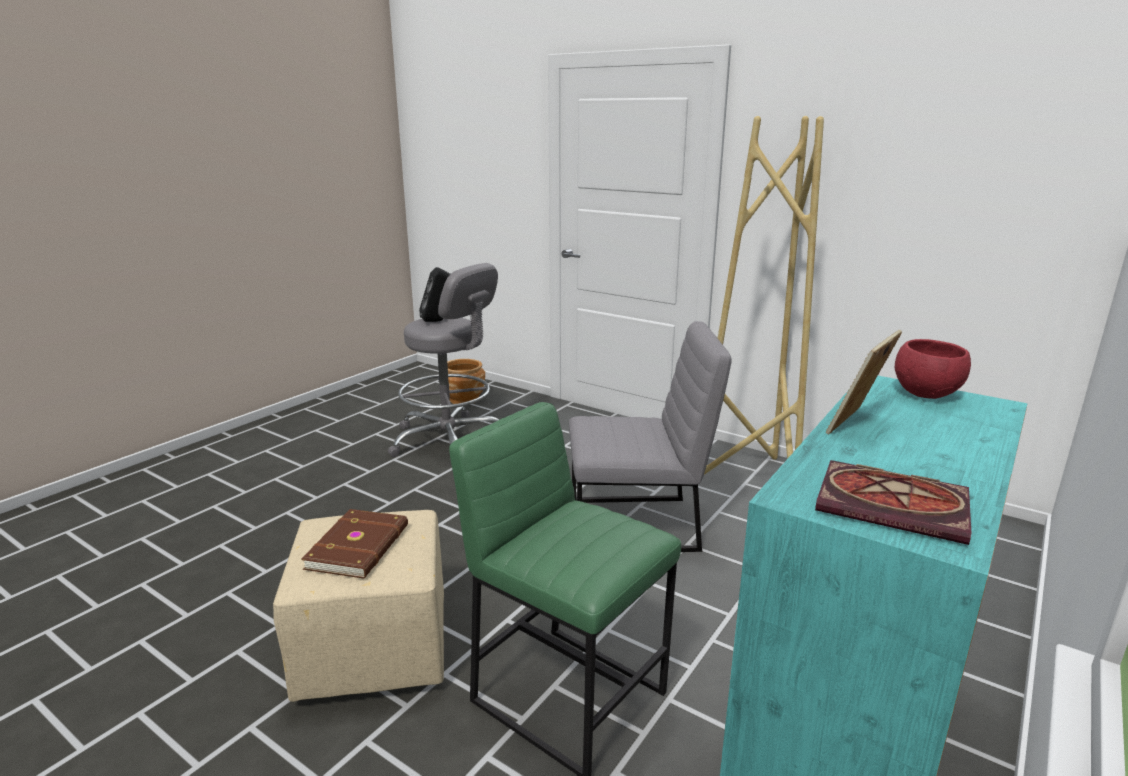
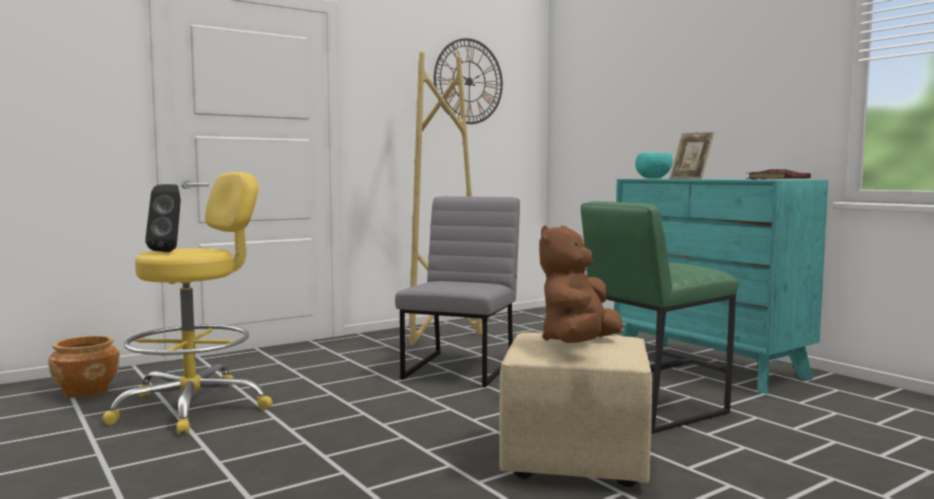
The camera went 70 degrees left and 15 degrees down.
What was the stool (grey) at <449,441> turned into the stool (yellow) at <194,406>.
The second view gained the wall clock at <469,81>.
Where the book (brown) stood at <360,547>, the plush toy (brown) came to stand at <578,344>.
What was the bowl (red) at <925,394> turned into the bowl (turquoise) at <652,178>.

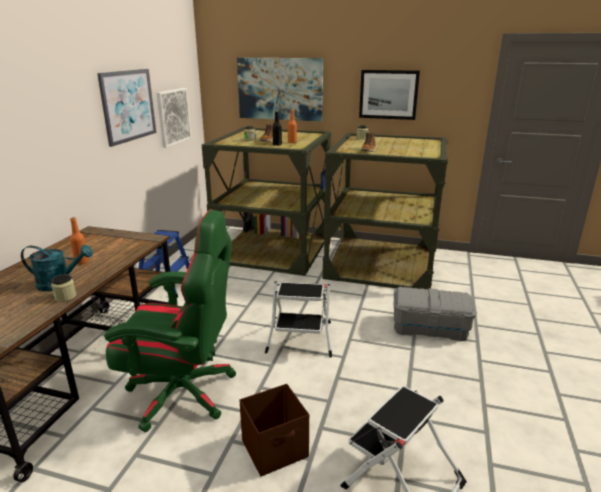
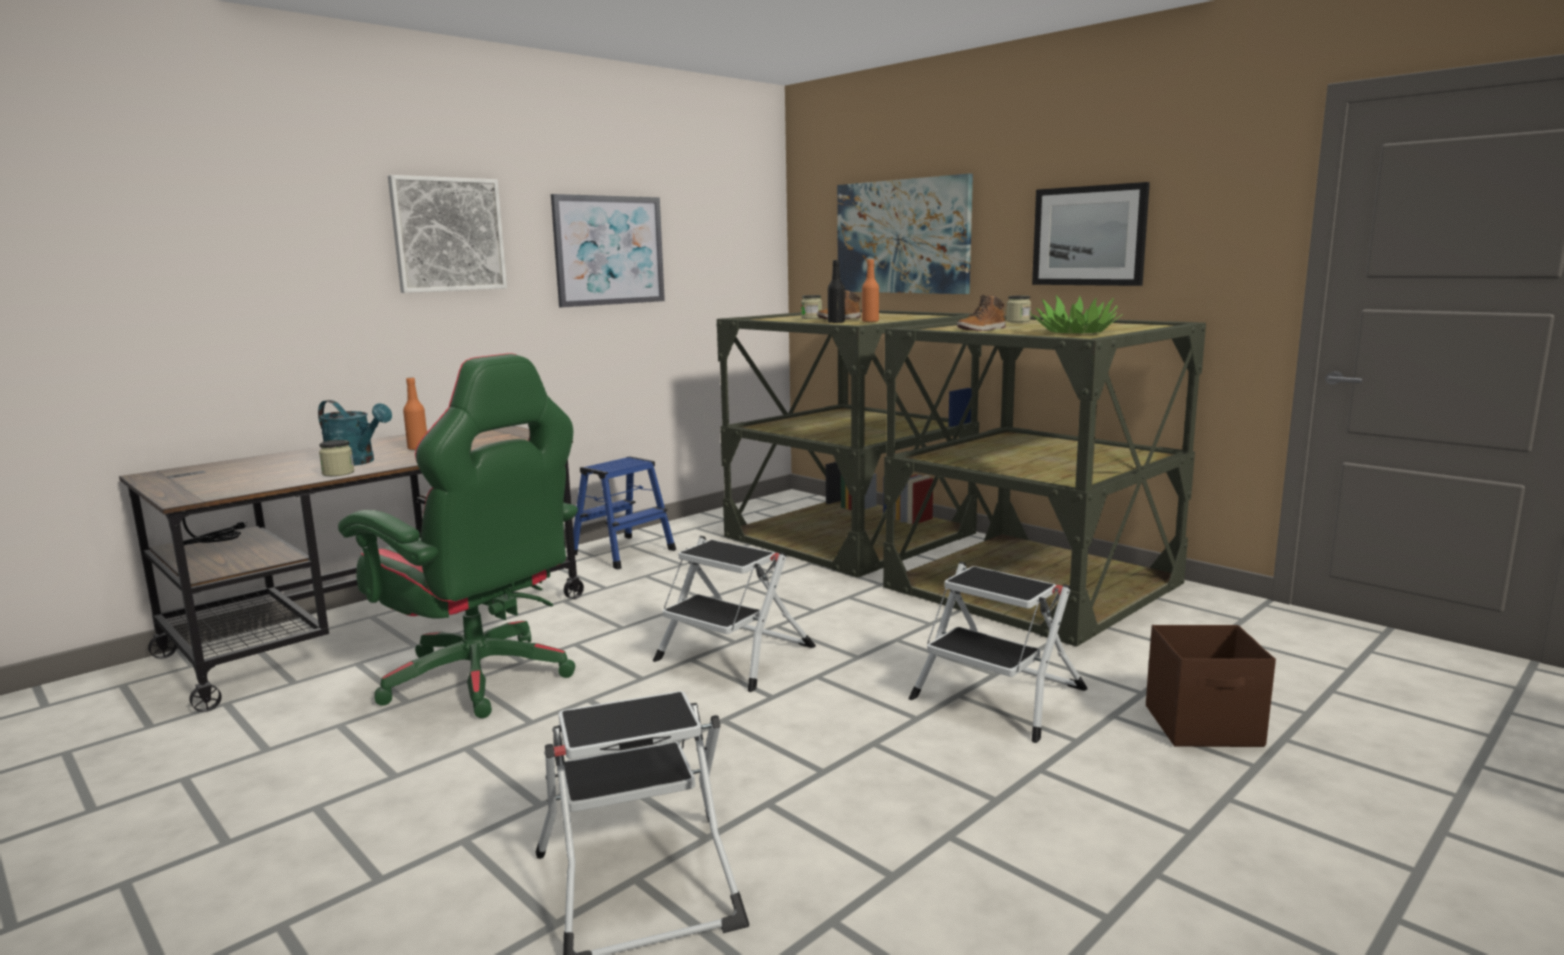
The camera went 30 degrees right and 10 degrees down.
The picture ended up elsewhere, having gone from <173,116> to <448,234>.
Where the storage box (grey) stood at <430,327>, the step ladder came to stand at <1000,696>.
The second view gained the potted plant at <1075,333>.
The storage box (brown) ended up elsewhere, having gone from <276,449> to <1204,727>.

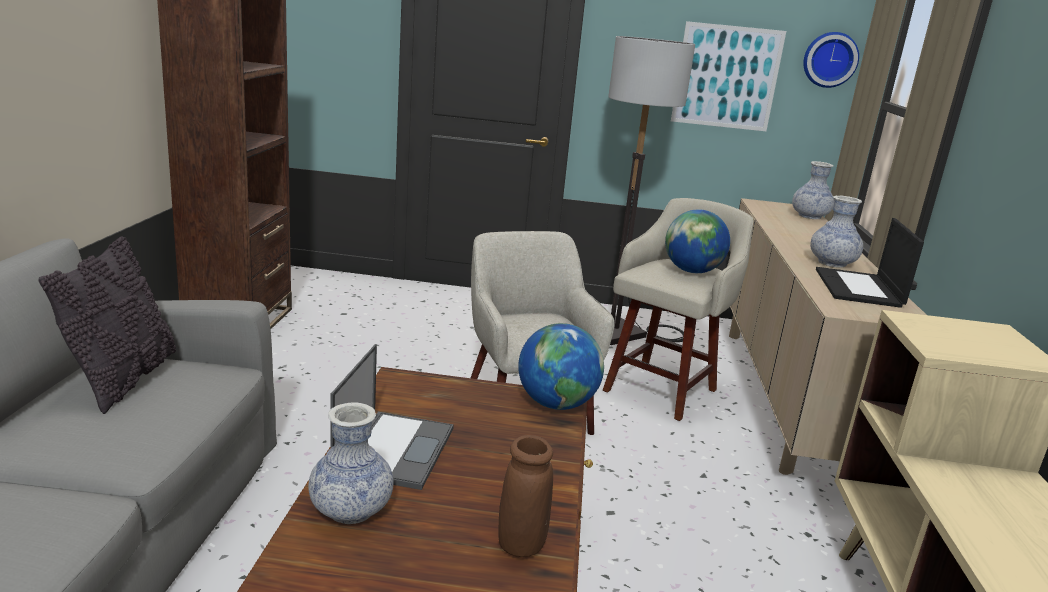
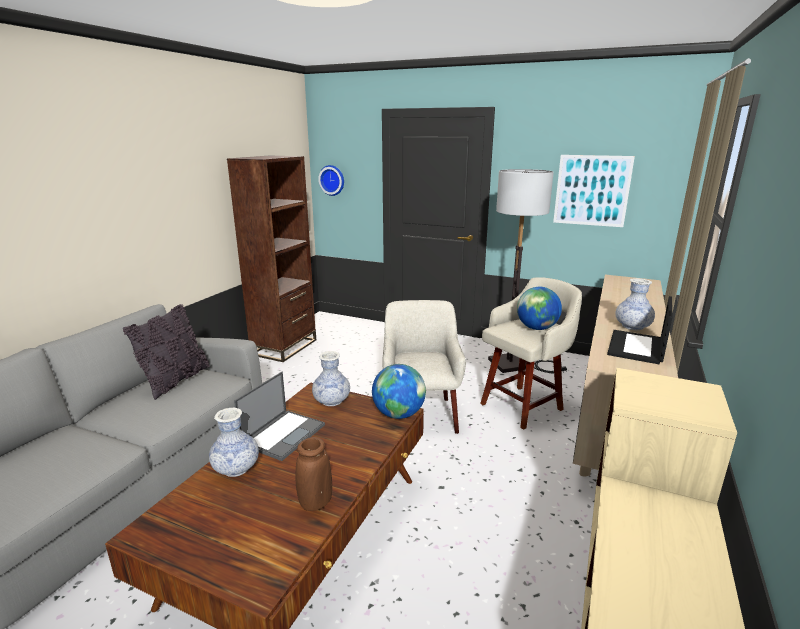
The camera went 20 degrees right and 0 degrees up.
The vase ended up elsewhere, having gone from <809,216> to <331,401>.
The wall clock ended up elsewhere, having gone from <829,59> to <332,180>.

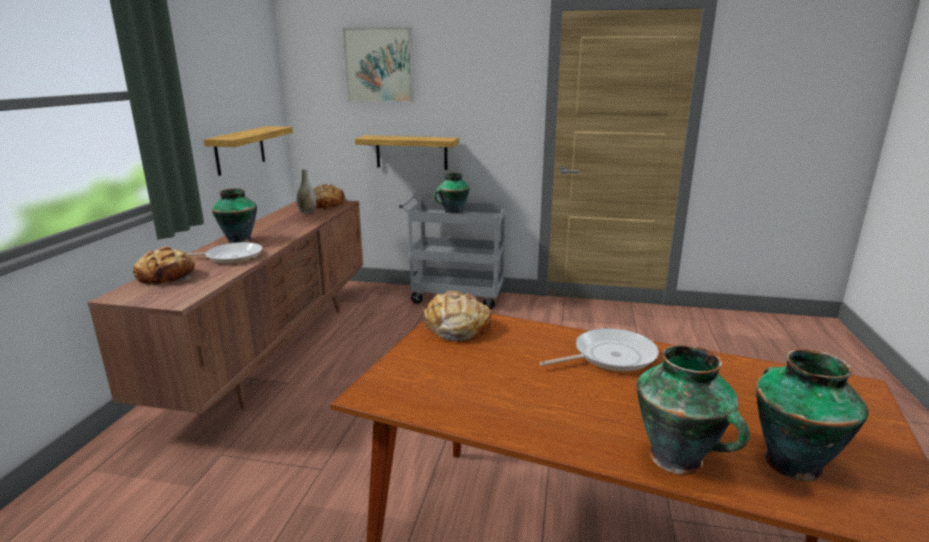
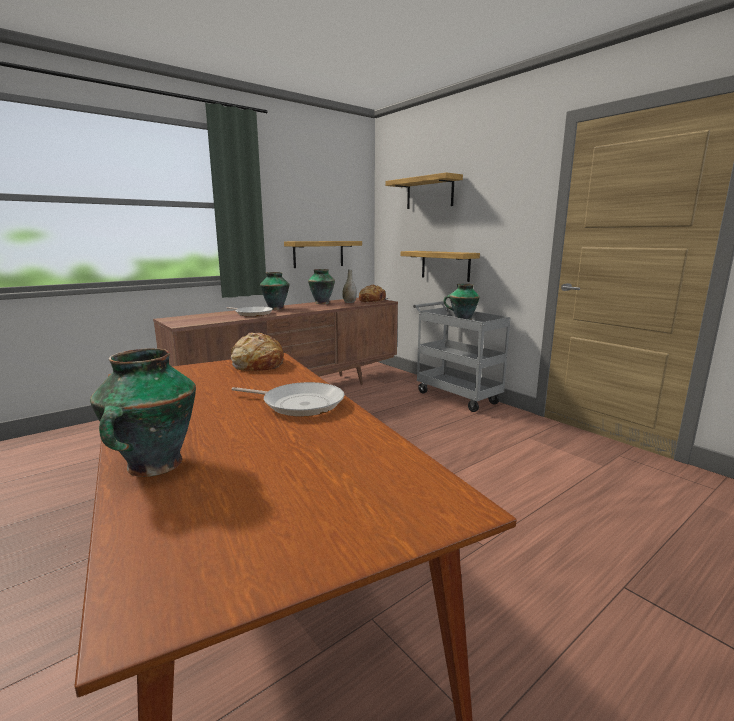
The camera went 40 degrees right and 5 degrees down.
The vase ended up elsewhere, having gone from <791,462> to <322,303>.
Where the picture hung at <379,65>, the shelf came to hang at <429,193>.
The second view lost the bread at <167,277>.

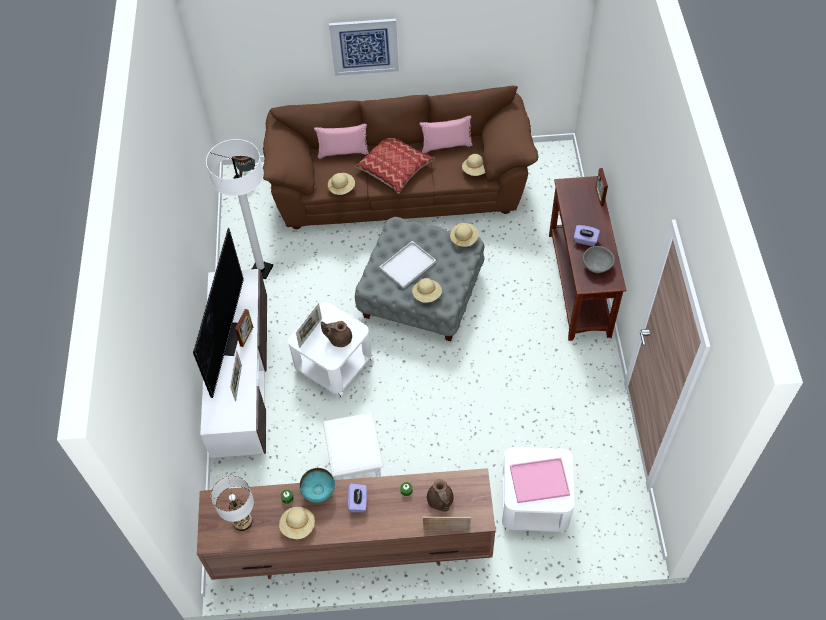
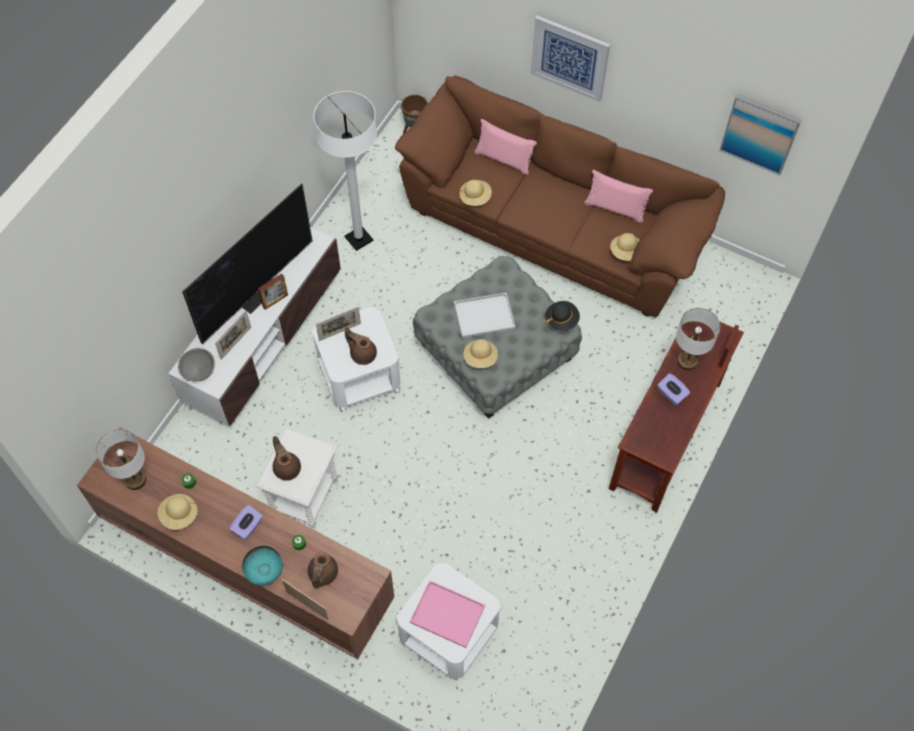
The camera went 30 degrees right and 5 degrees up.
The bowl (grey) ended up elsewhere, having gone from <597,265> to <198,370>.
The bowl (turquoise) ended up elsewhere, having gone from <319,492> to <264,572>.
The second view gained the teapot (brown) at <287,467>.
What was the hat (beige) at <464,239> turned into the hat (black) at <561,320>.
The second view gained the table lamp at <687,361>.
The second view gained the picture at <759,133>.
The second view lost the pillow at <394,168>.

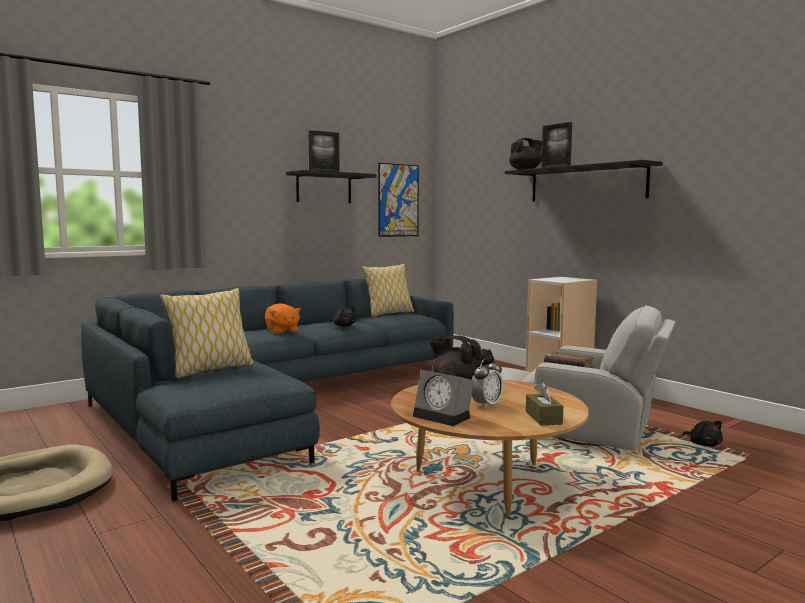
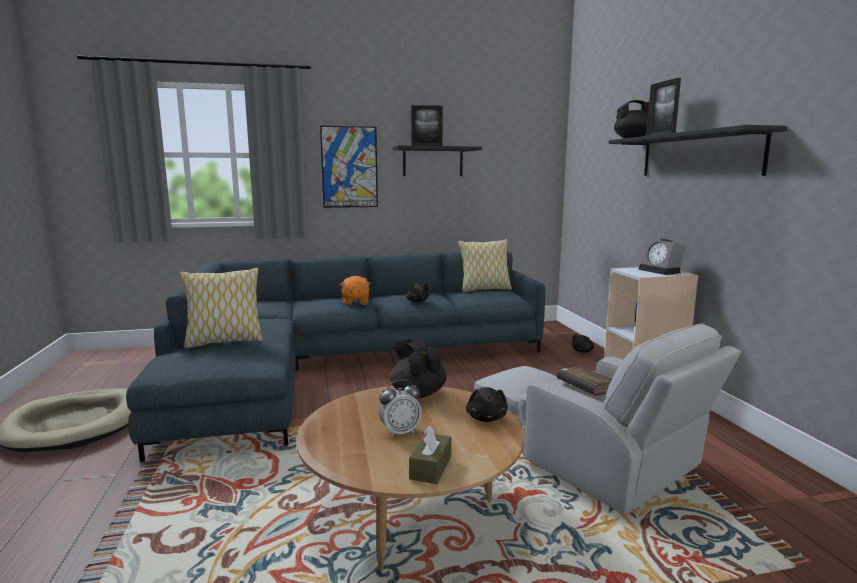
The camera went 25 degrees right and 5 degrees up.
The picture ended up elsewhere, having gone from <398,200> to <349,167>.
The plush toy (black) ended up elsewhere, having gone from <704,444> to <486,418>.
The alarm clock ended up elsewhere, having gone from <444,416> to <661,271>.

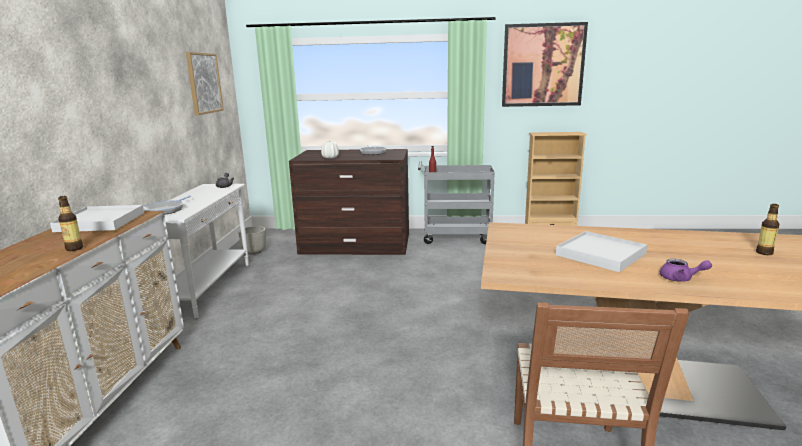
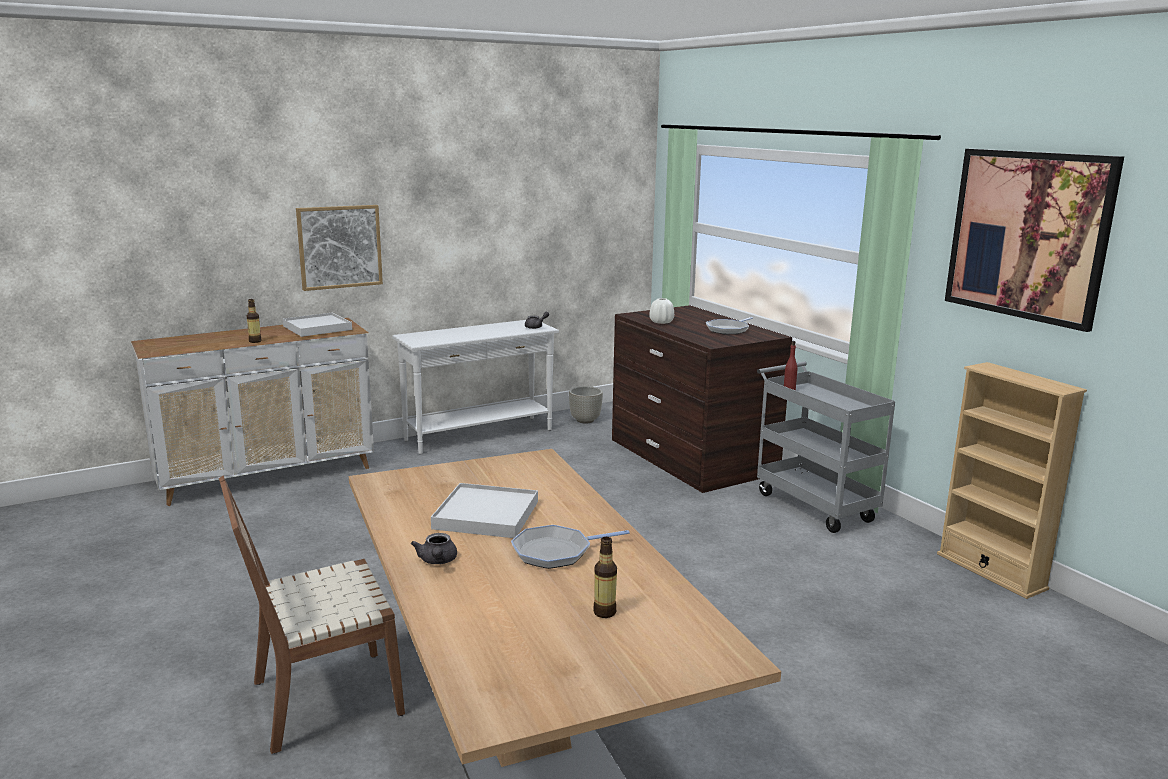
The camera went 55 degrees right and 0 degrees up.
The picture ended up elsewhere, having gone from <204,83> to <339,247>.
What was the teapot (purple) at <680,279> turned into the teapot (grey) at <437,561>.
The frying pan ended up elsewhere, having gone from <166,210> to <556,552>.

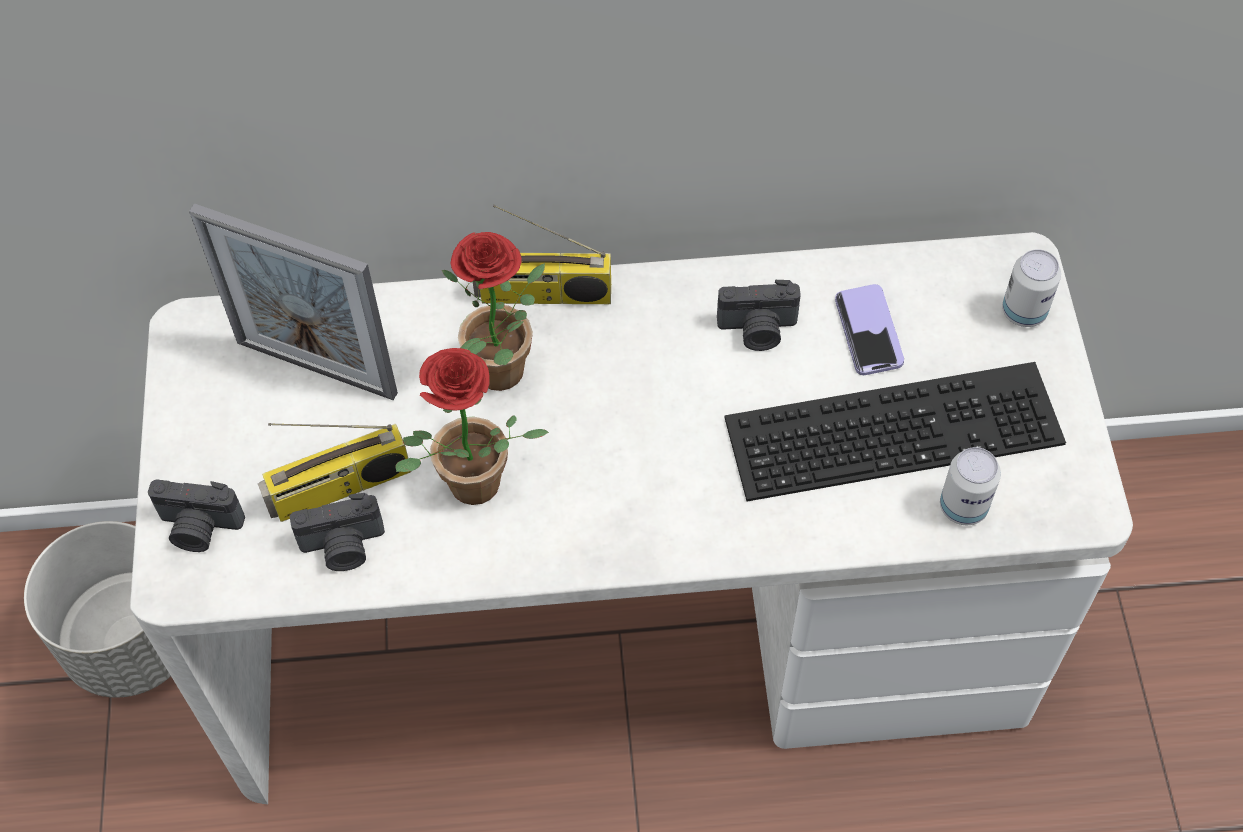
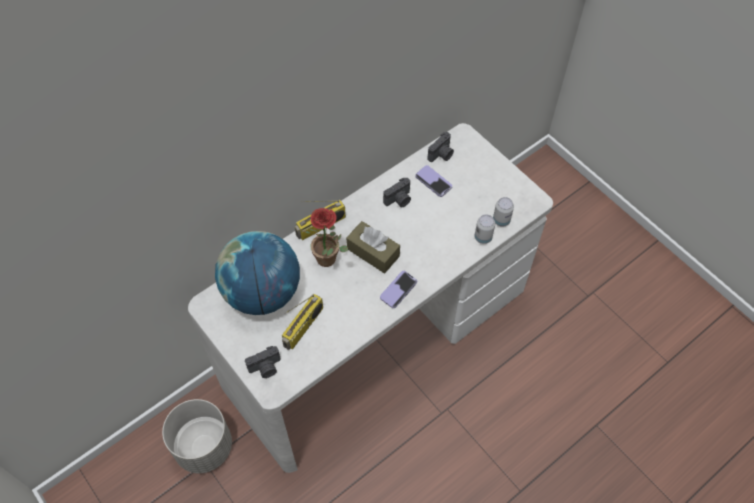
The camera went 35 degrees left and 0 degrees up.
Where the picture frame stood at <316,368>, the globe came to stand at <262,293>.
The second view gained the tissue box (brown) at <373,252>.
The second view gained the phone at <398,290>.
The photo camera ended up elsewhere, having gone from <343,547> to <441,155>.
The can ended up elsewhere, having gone from <1024,312> to <483,237>.
The second view lost the potted plant at <470,493>.
The second view lost the keyboard at <895,425>.

